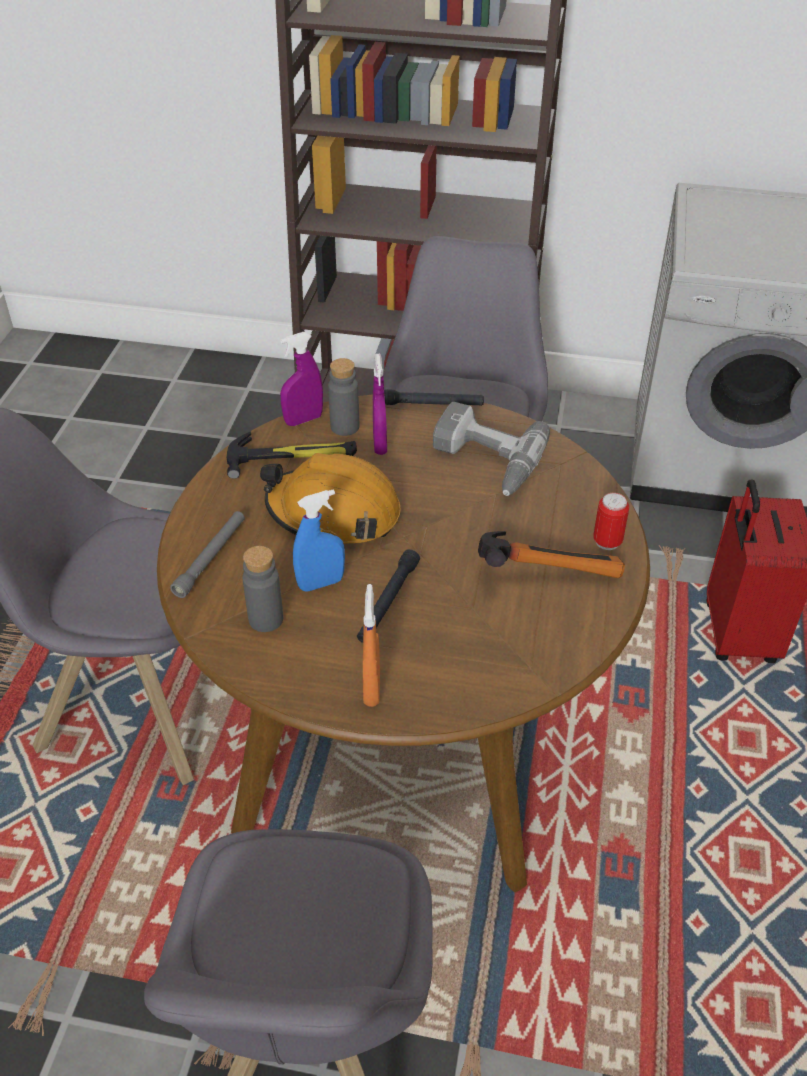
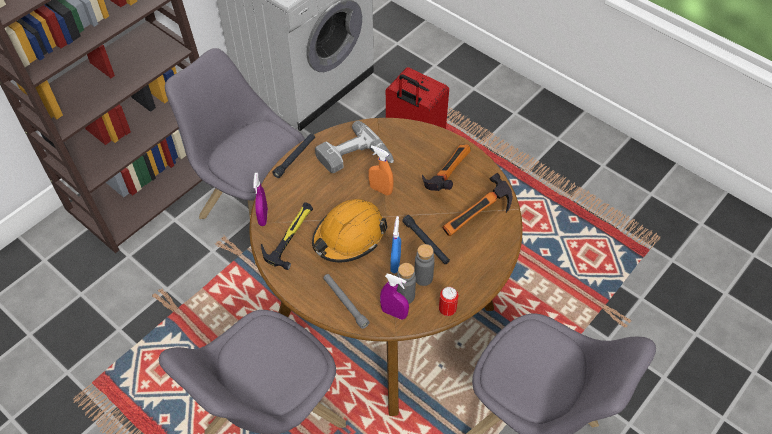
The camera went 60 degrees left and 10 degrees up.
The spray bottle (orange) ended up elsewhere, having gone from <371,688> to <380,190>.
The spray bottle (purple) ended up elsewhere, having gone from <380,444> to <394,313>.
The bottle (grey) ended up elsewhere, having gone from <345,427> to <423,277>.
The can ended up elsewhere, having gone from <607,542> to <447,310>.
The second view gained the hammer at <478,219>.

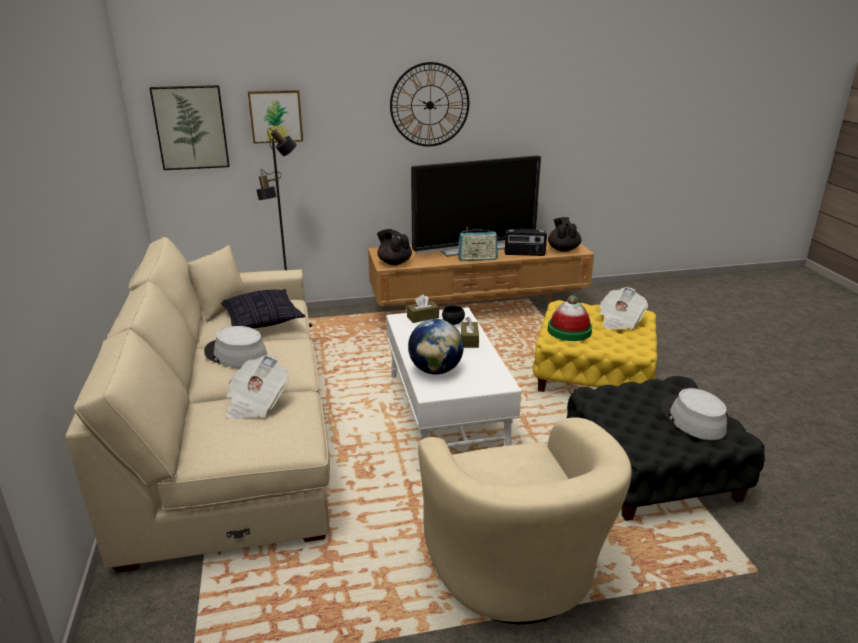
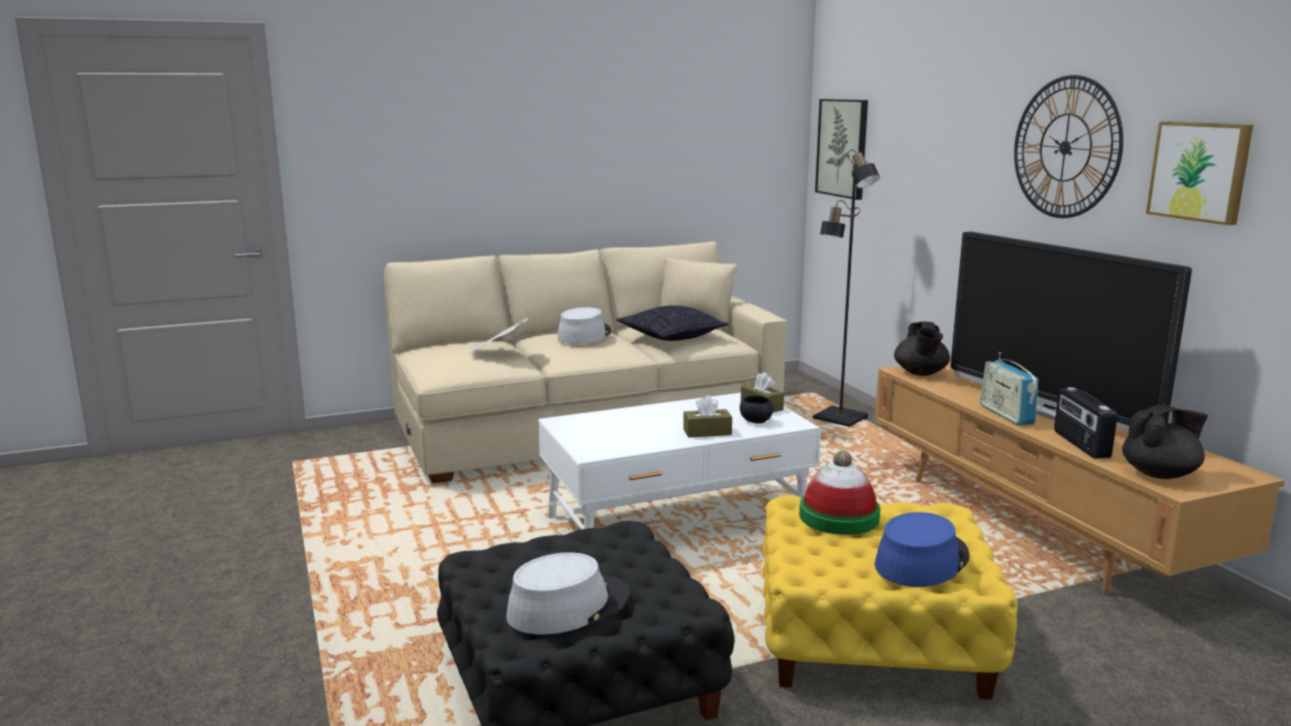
The camera went 80 degrees right and 10 degrees down.
Where the newspaper stood at <619,321>, the hat (blue) came to stand at <921,561>.
The teapot (black) at <394,262> ended up facing another way, 150 degrees clockwise from before.
The picture ended up elsewhere, having gone from <276,116> to <1200,171>.
The second view lost the globe at <435,370>.
The second view lost the armchair (beige) at <514,574>.

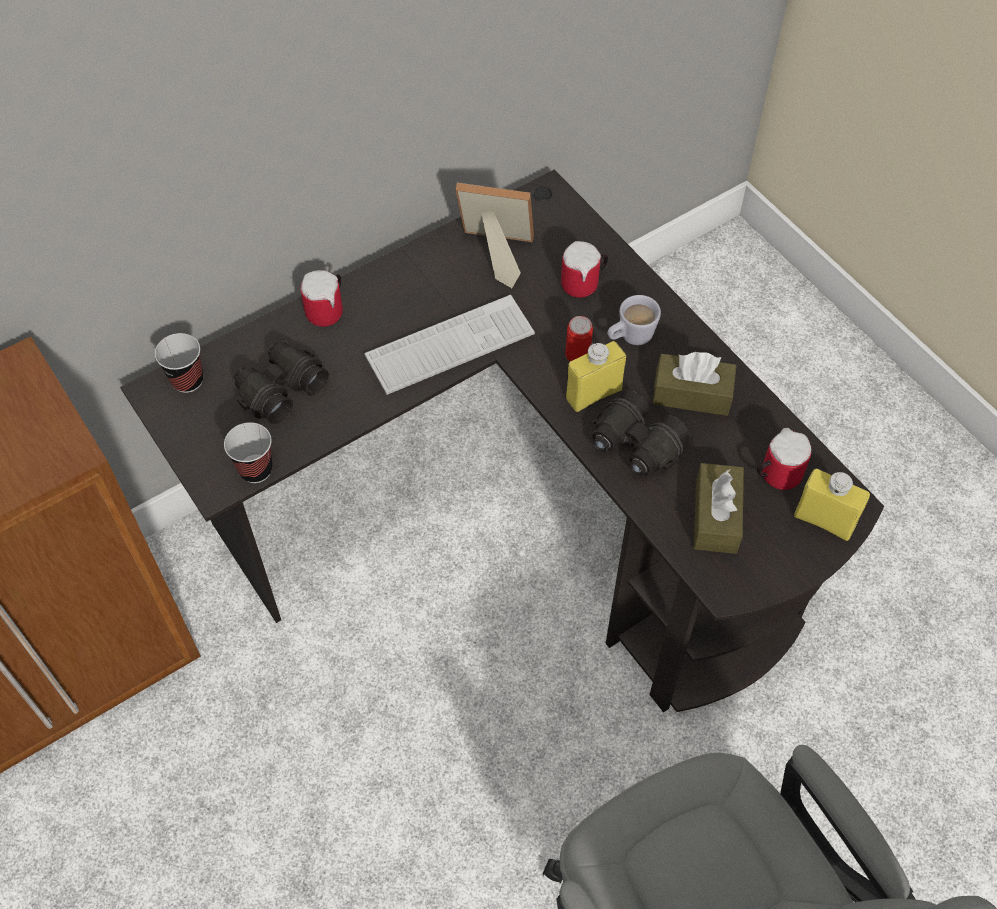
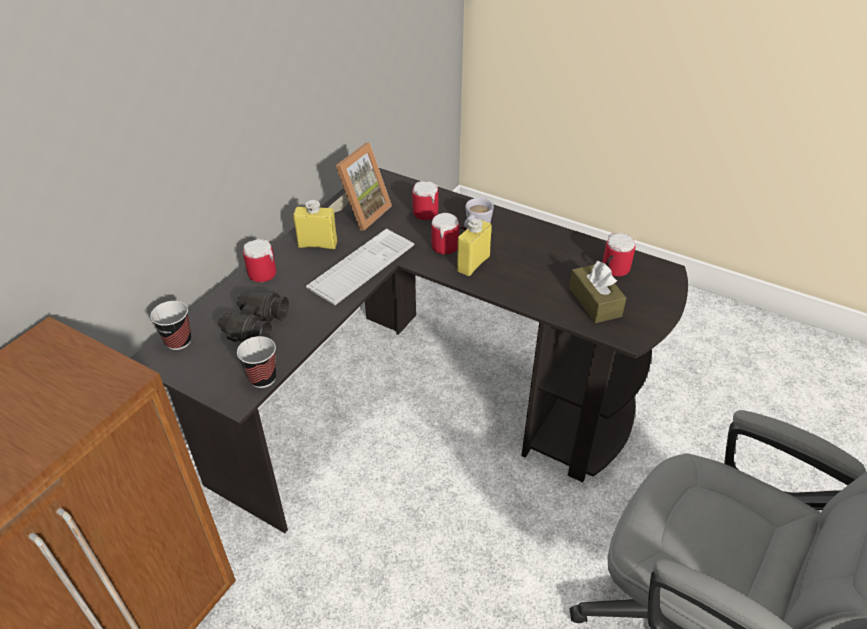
The camera went 25 degrees left and 15 degrees down.
The bottle (yellow) ended up elsewhere, having gone from <824,521> to <317,244>.
The picture frame at <494,254> ended up facing another way, 135 degrees clockwise from before.
Where the can stood at <577,355>, the mug came to stand at <449,247>.
The second view lost the binoculars (black) at <635,445>.
The second view lost the tissue box (brown) at <692,394>.

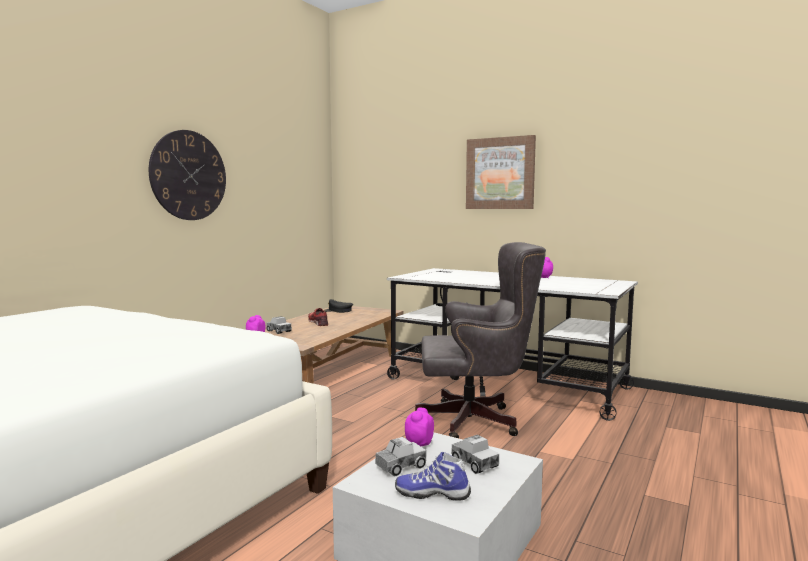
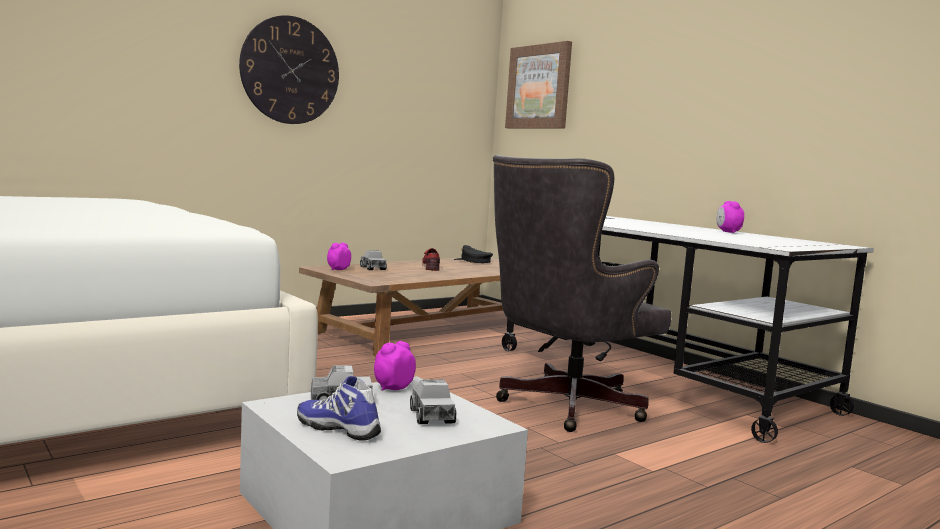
The camera went 20 degrees right and 0 degrees up.
The office chair (grey) at <476,421> ended up facing another way, 120 degrees clockwise from before.
The picture ended up elsewhere, having gone from <500,173> to <539,87>.

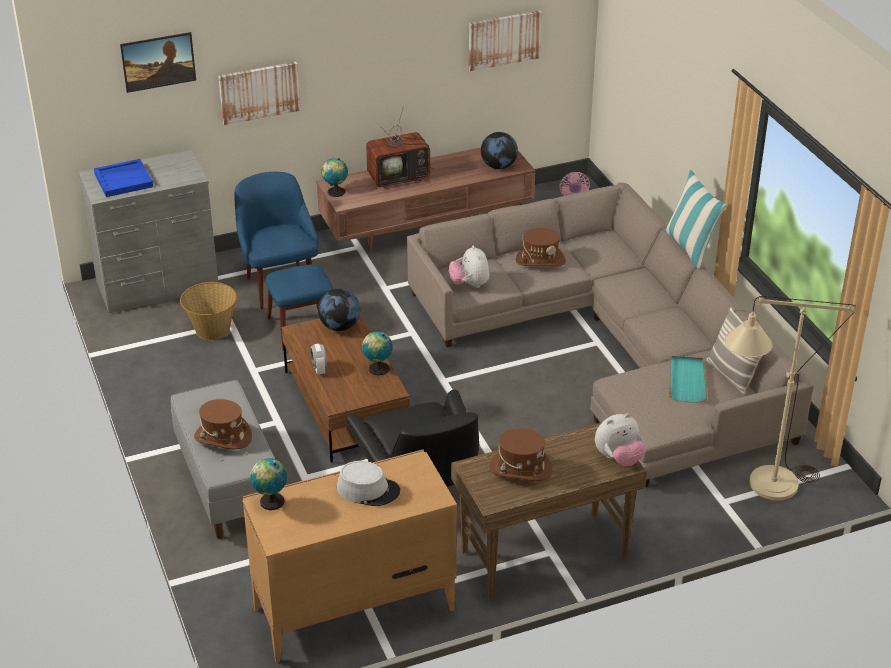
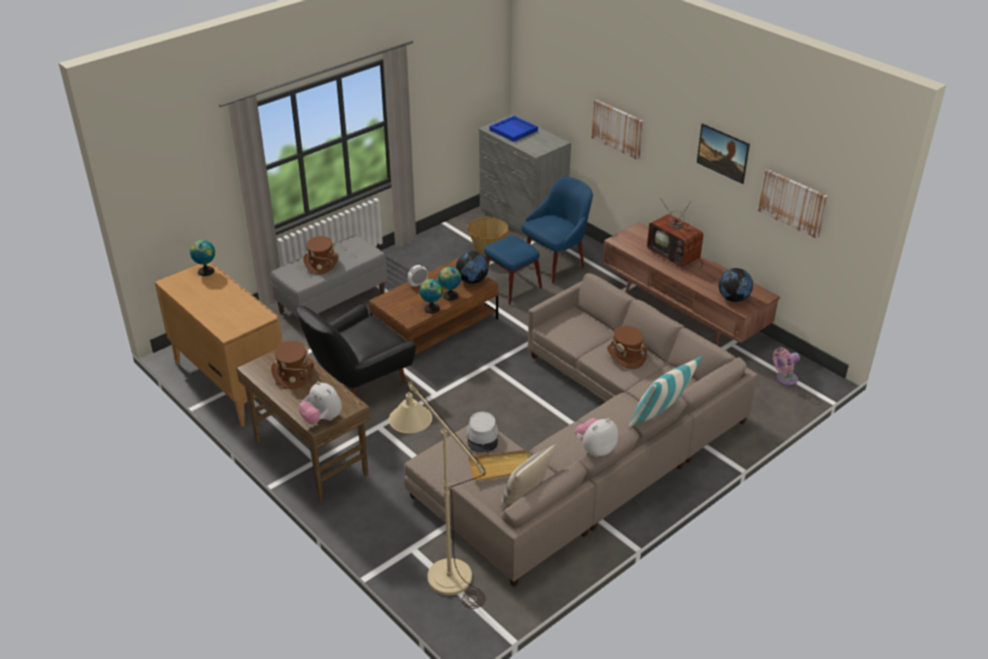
The camera went 70 degrees right and 0 degrees up.
The globe ended up elsewhere, having gone from <335,192> to <449,295>.
The hat (grey) ended up elsewhere, having gone from <368,490> to <482,437>.
What was the tray (turquoise) at <687,381> turned into the tray (beige) at <501,468>.
The plush toy ended up elsewhere, having gone from <469,284> to <595,449>.
The picture ended up elsewhere, having gone from <160,73> to <721,163>.

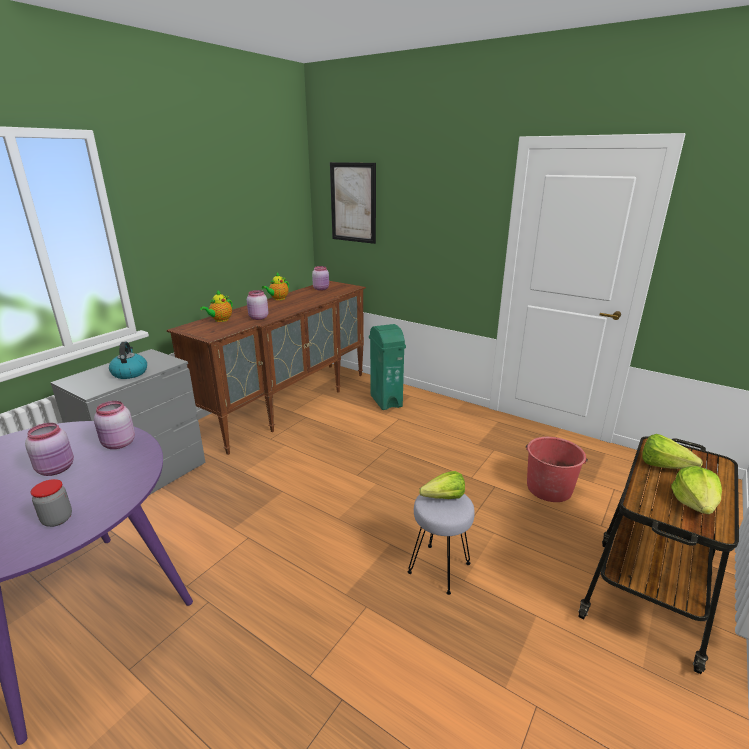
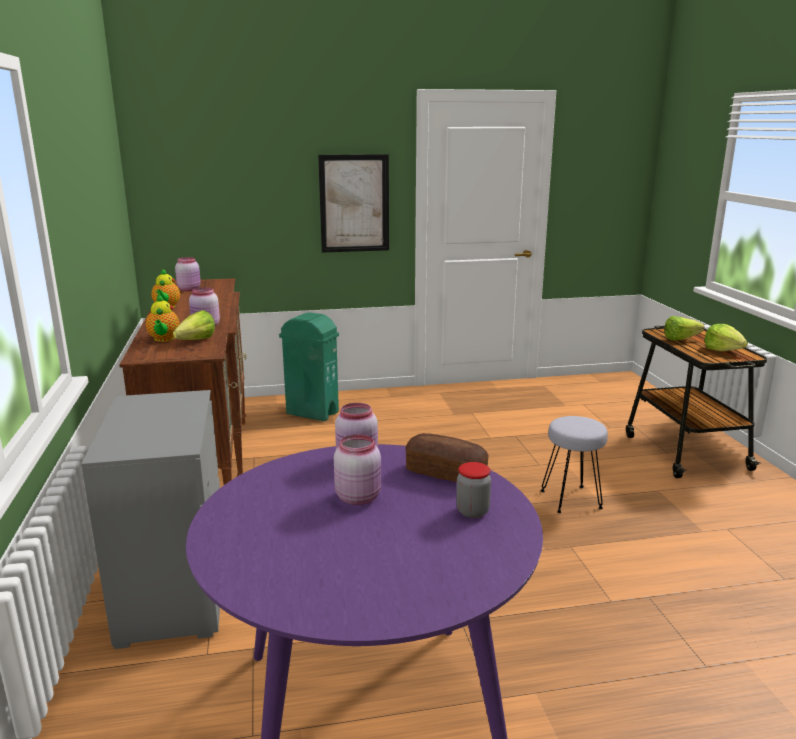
The camera went 45 degrees left and 5 degrees down.
The lettuce ended up elsewhere, having gone from <440,498> to <192,342>.
The picture ended up elsewhere, having gone from <353,203> to <354,203>.
The second view gained the bread at <445,473>.
The second view lost the kettle at <130,373>.
The second view lost the bucket (red) at <549,488>.

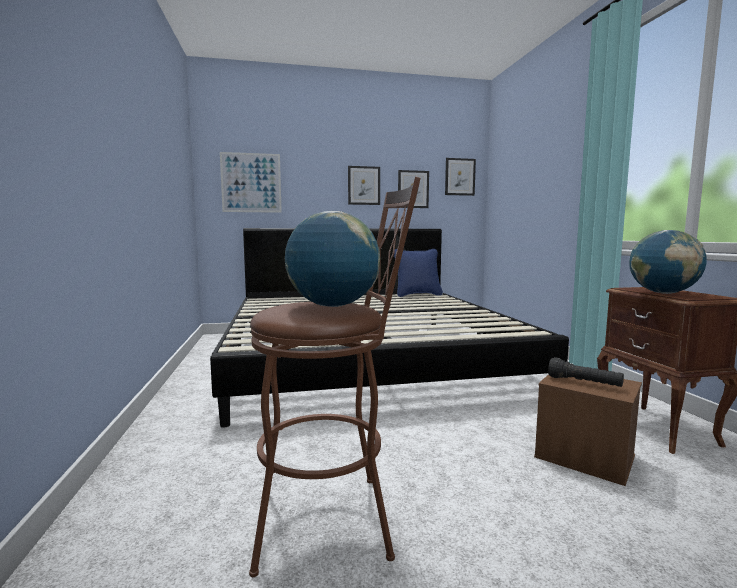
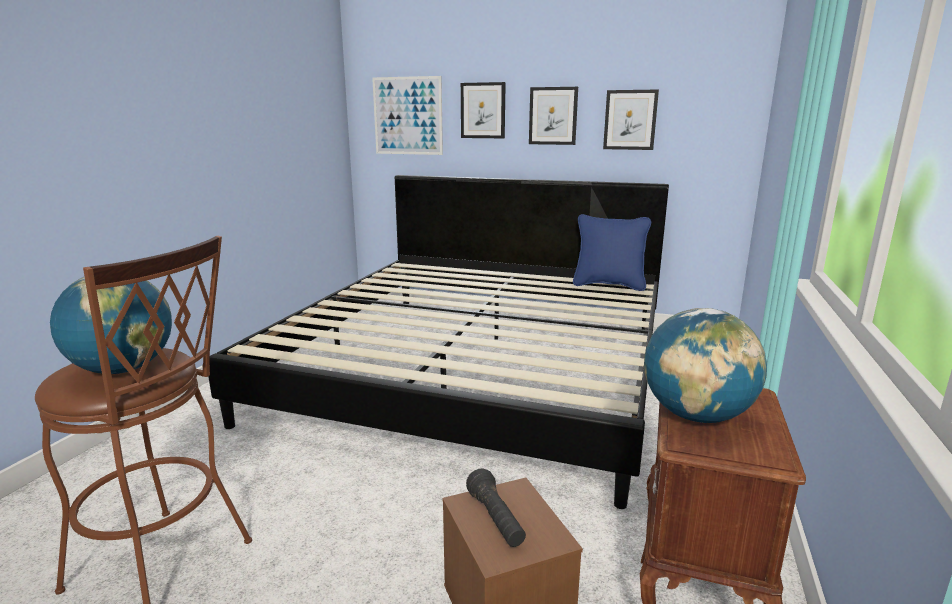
The camera went 30 degrees right and 10 degrees up.
The picture ended up elsewhere, having gone from <460,177> to <483,110>.

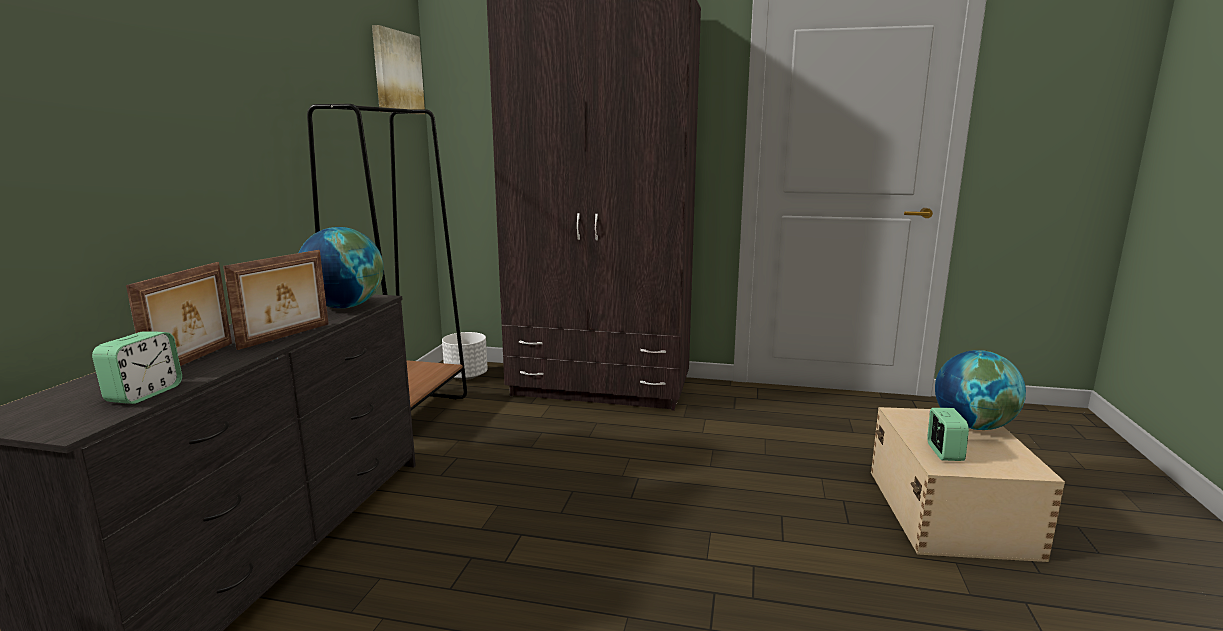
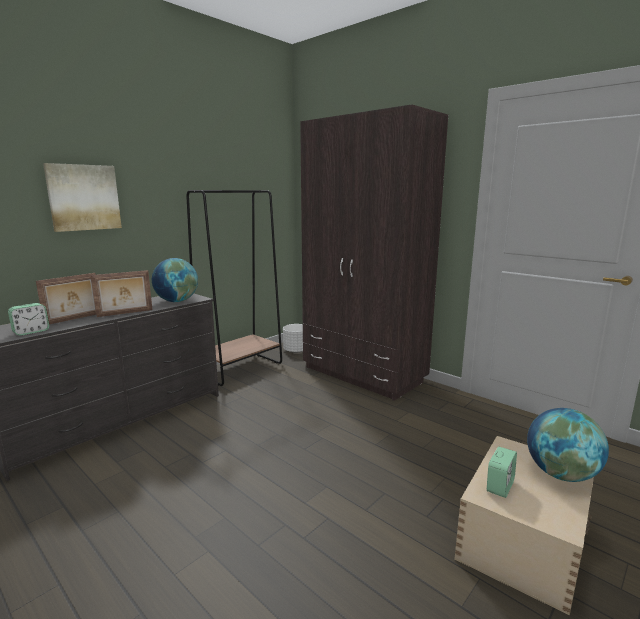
The camera went 30 degrees right and 0 degrees up.
The picture ended up elsewhere, having gone from <397,72> to <83,197>.

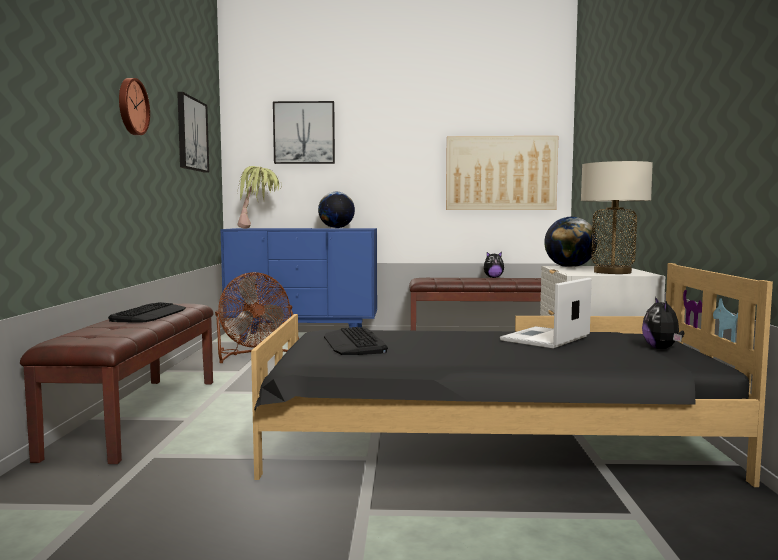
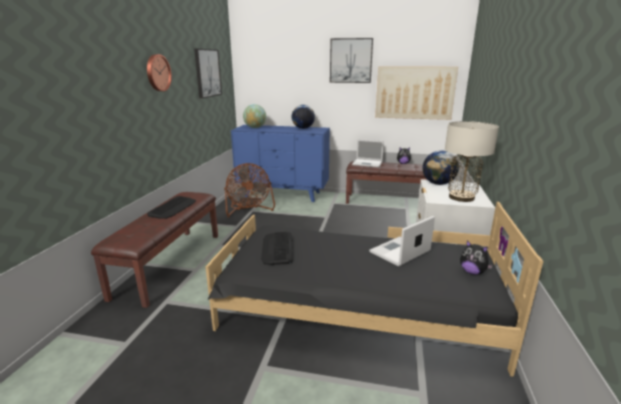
The camera went 10 degrees right and 15 degrees up.
Where the potted plant stood at <259,228>, the globe came to stand at <255,127>.
The picture ended up elsewhere, having gone from <304,133> to <351,60>.
The second view gained the laptop at <368,163>.
The plush toy at <662,348> ended up facing another way, 60 degrees counterclockwise from before.

